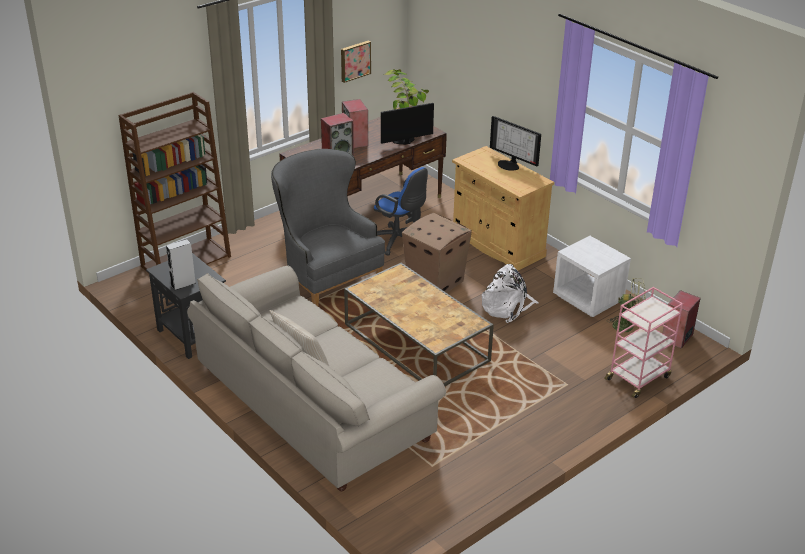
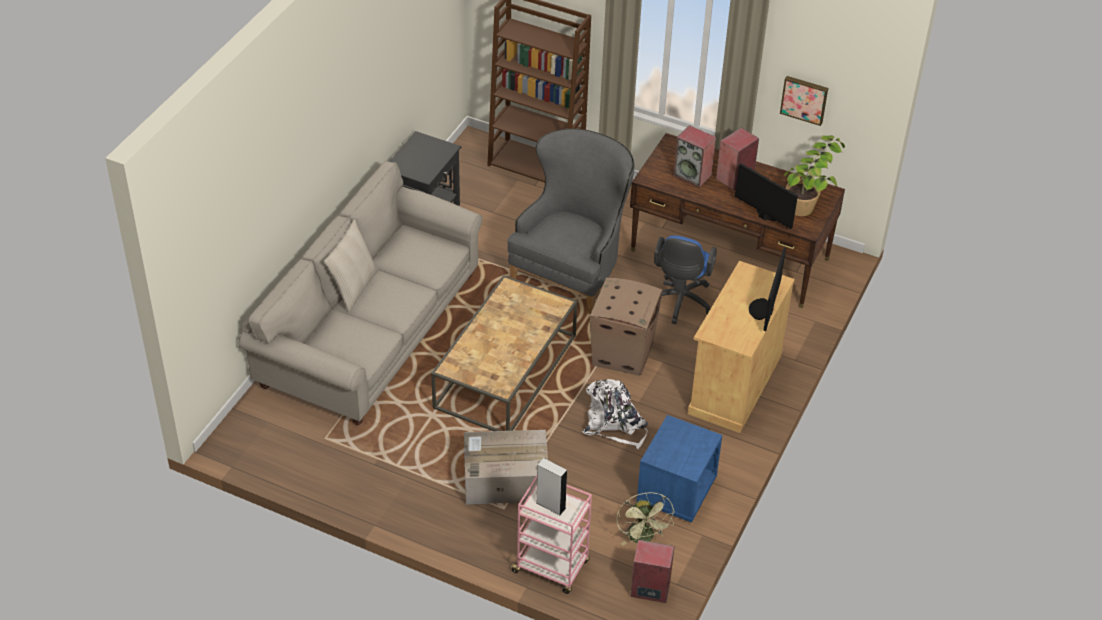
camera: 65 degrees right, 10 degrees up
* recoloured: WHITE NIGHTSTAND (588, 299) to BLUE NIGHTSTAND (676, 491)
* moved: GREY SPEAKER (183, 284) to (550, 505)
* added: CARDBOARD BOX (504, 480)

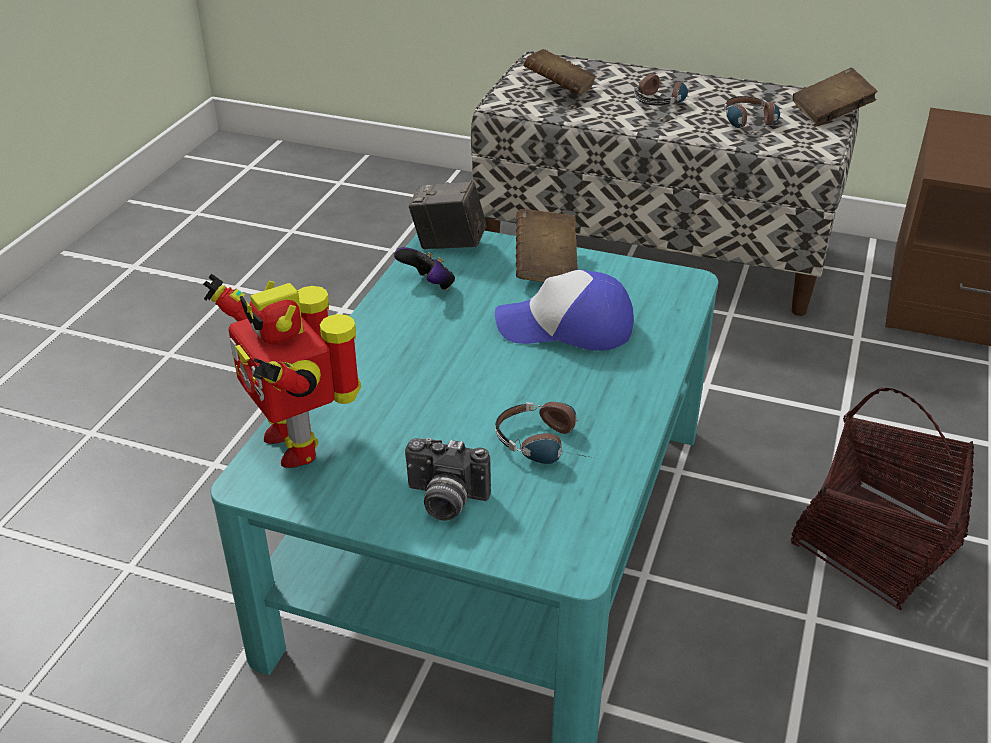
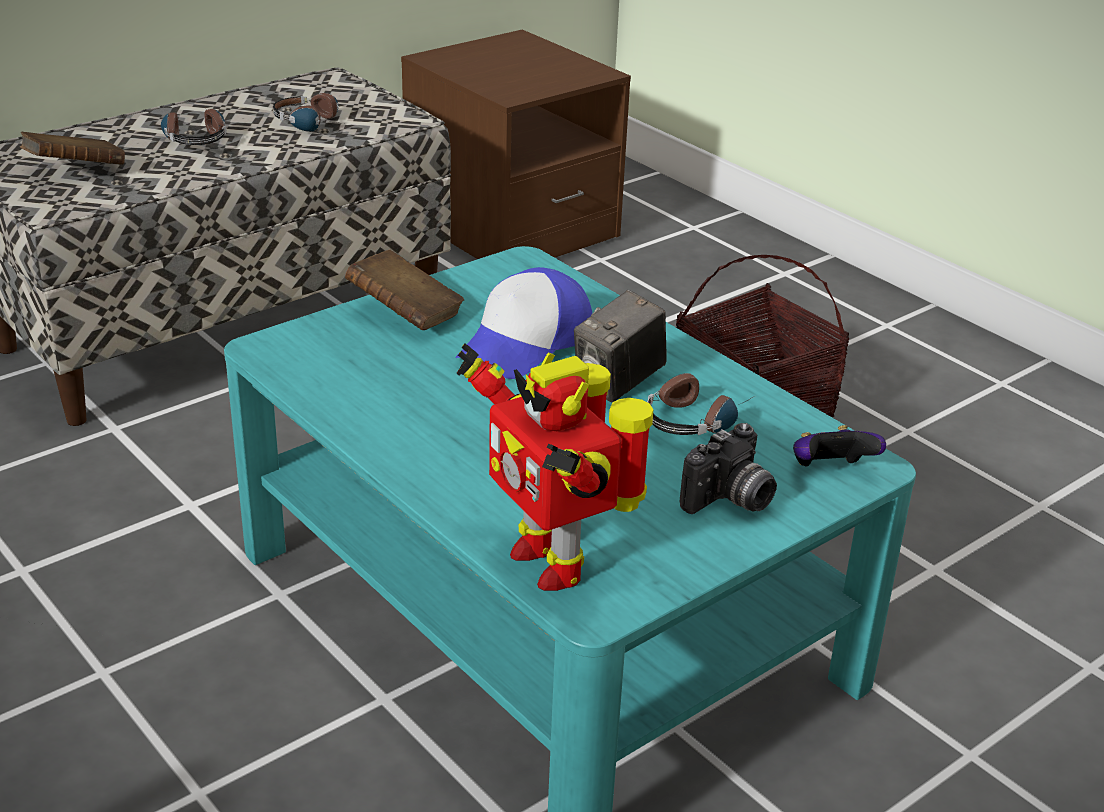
camera: 60 degrees left, 5 degrees down
* removed: BROWN BOOK (831, 114)
* moved: PHOTO CAMERA (449, 244) to (618, 384)
* moved: GAME CONTROLLER (428, 285) to (830, 471)
* turned: TOY ROBOT (296, 442) = (552, 560) 60 degrees clockwise

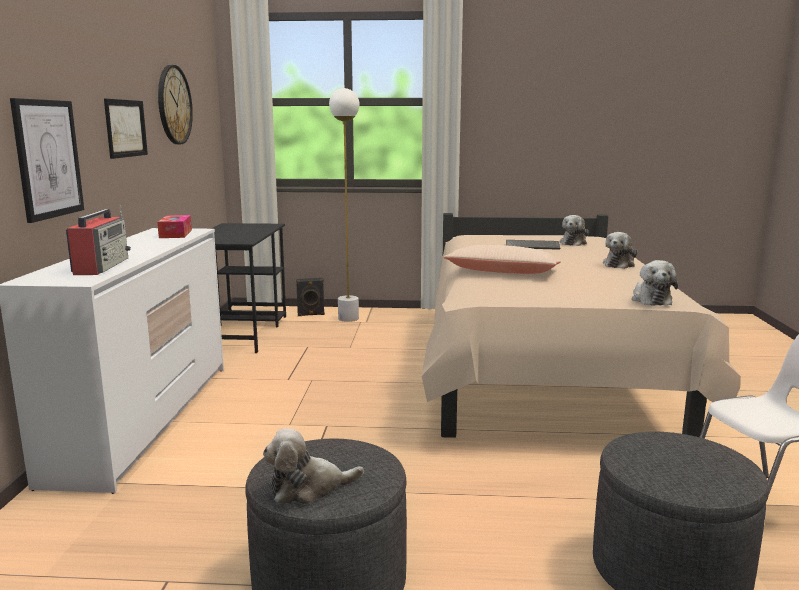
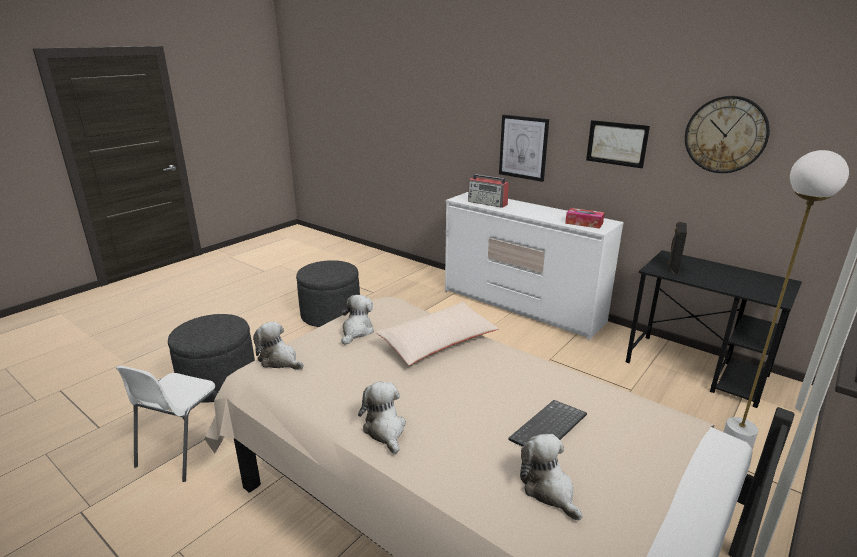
camera: 125 degrees right, 10 degrees up
* moved: BLACK SPEAKER (311, 315) to (672, 267)
* moved: PLUSH TOY (308, 488) to (356, 331)

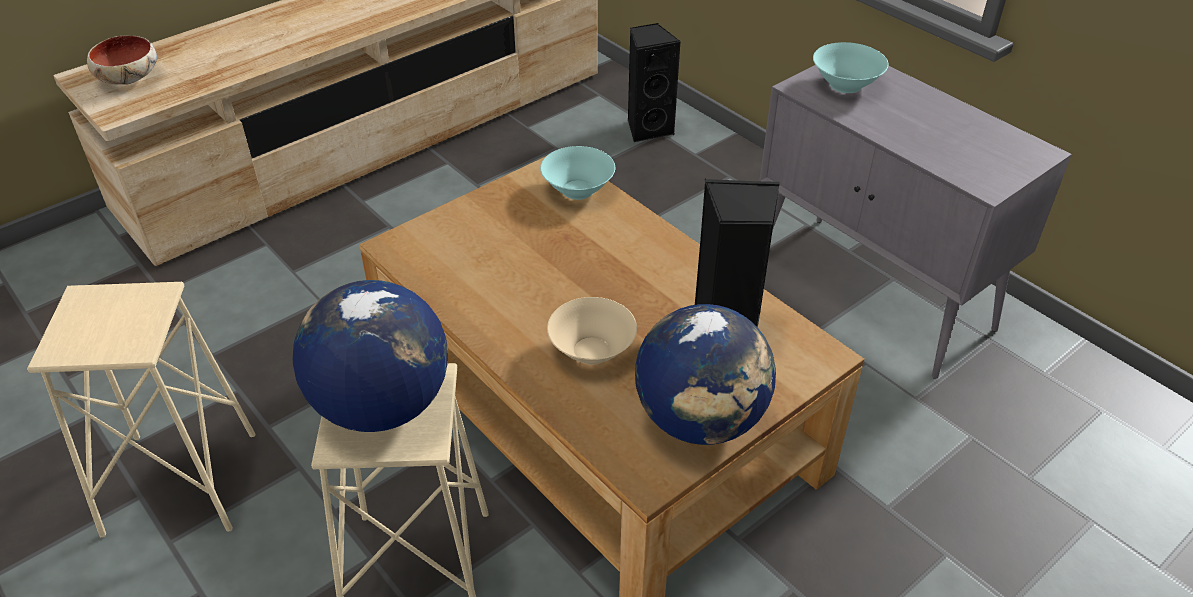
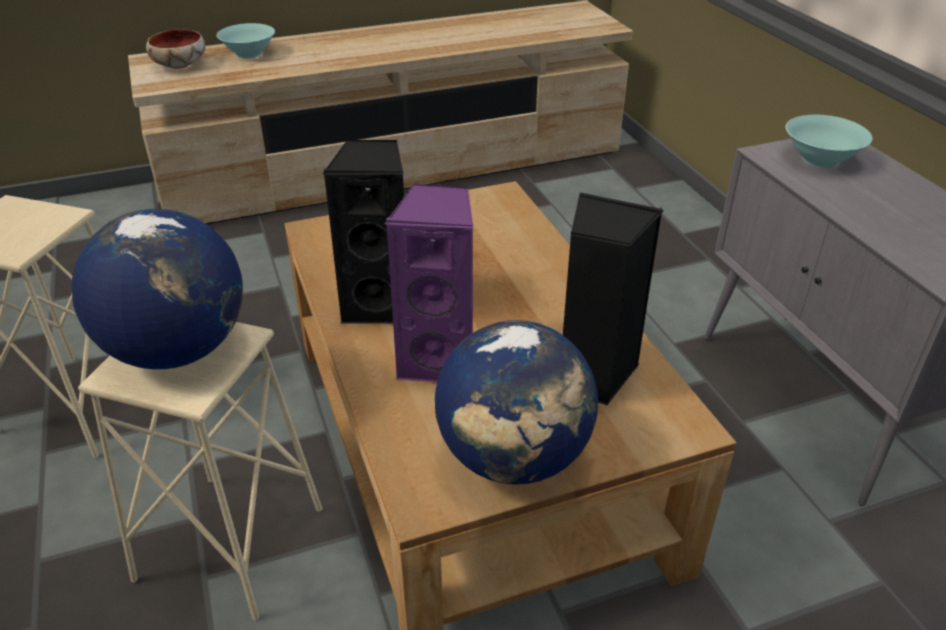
camera: 20 degrees right, 5 degrees down
* moved: BLACK SPEAKER (648, 128) to (380, 305)
* moved: TURQUOISE BOWL (577, 190) to (248, 54)
* replaced: BEIGE BOWL (592, 350) to PURPLE SPEAKER (440, 360)

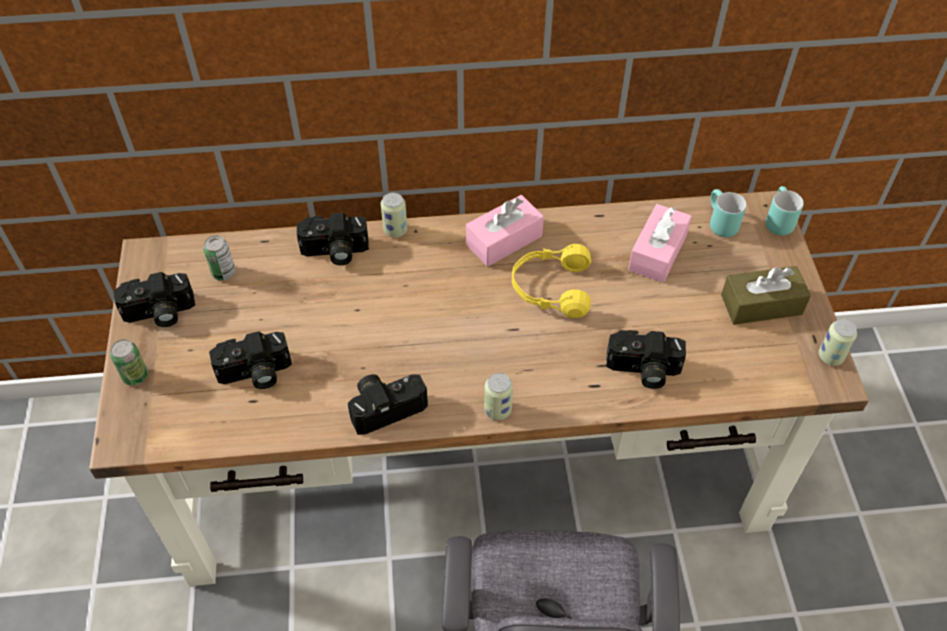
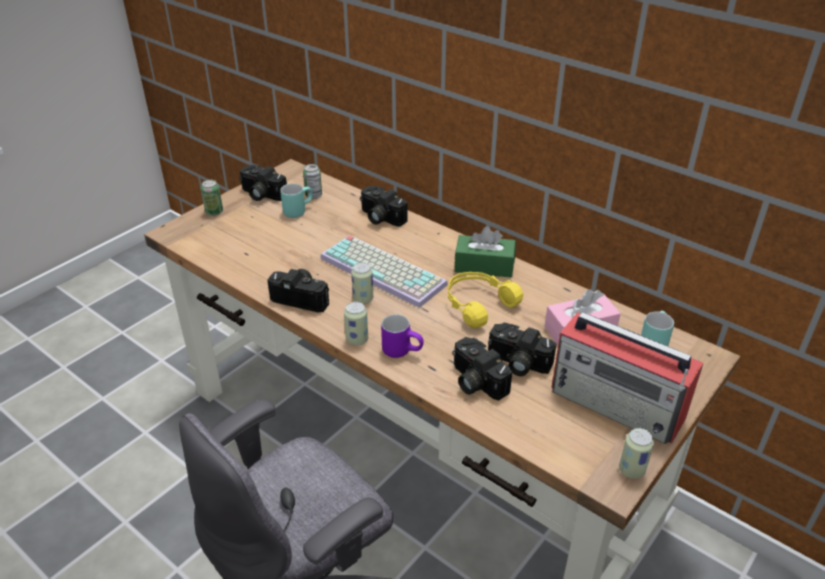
camera: 45 degrees right, 15 degrees down
* moved: TURQUOISE MUG (776, 221) to (297, 210)
* moved: CAN (395, 230) to (363, 299)
* recoloured: PINK TISSUE BOX (504, 240) to GREEN TISSUE BOX (484, 266)
* replaced: BROWN TISSUE BOX (761, 305) to RADIO (618, 405)
* moved: PHOTO CAMERA (255, 374) to (517, 363)
* added: KEYBOARD (385, 271)
* added: PURPLE MUG (403, 350)

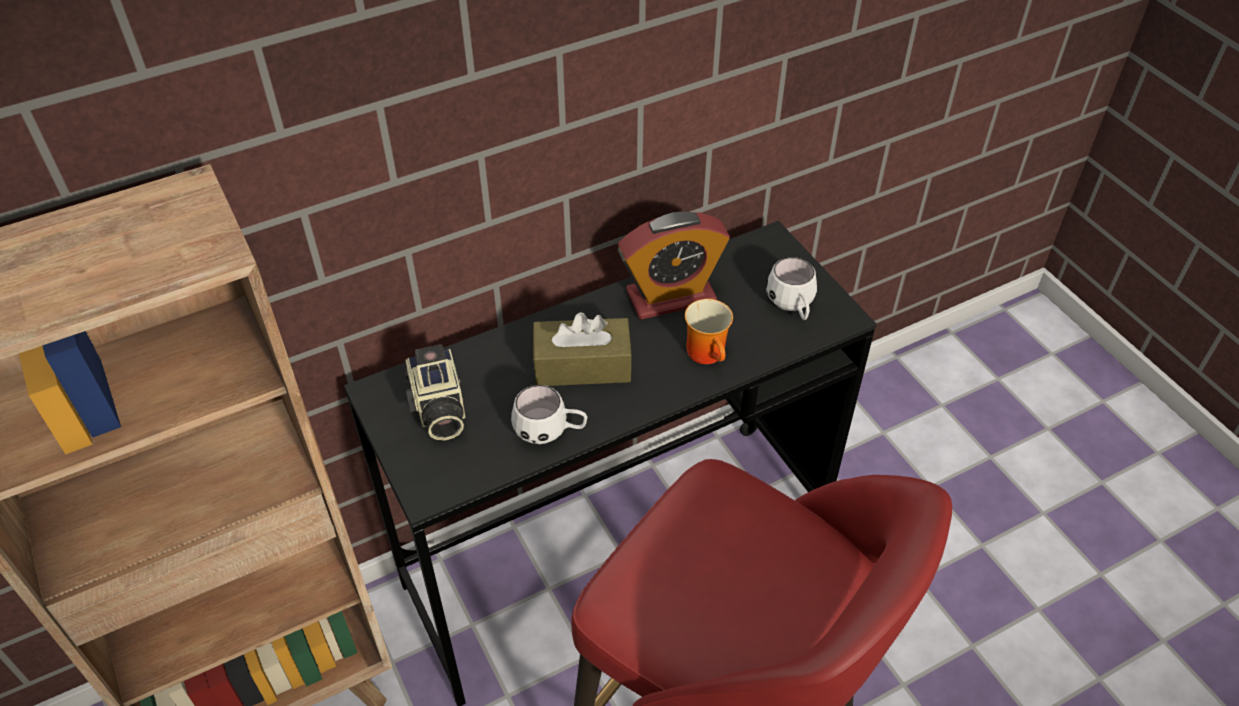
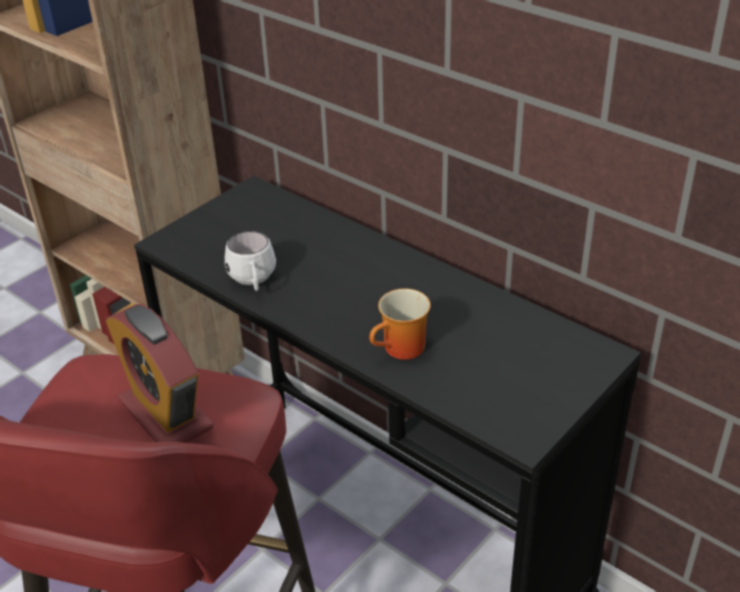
camera: 70 degrees right, 10 degrees down
* moved: ALARM CLOCK (671, 296) to (166, 415)
* removed: WHITE MUG (792, 307)
* removed: BROWN TISSUE BOX (582, 365)
* removed: PHOTO CAMERA (438, 410)

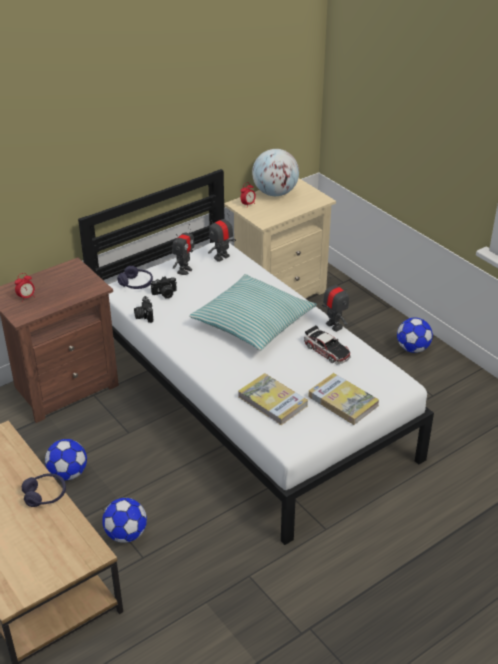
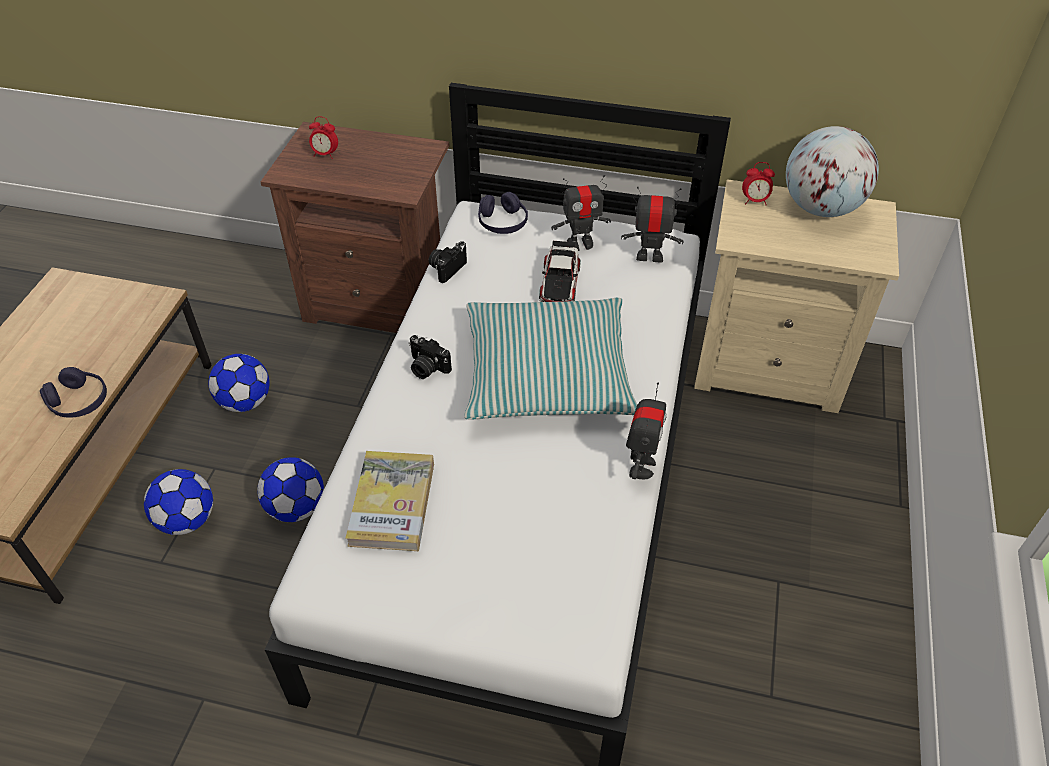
camera: 50 degrees right, 10 degrees up
* moved: PHOTO CAMERA (165, 294) to (426, 368)
* moved: FOOTBALL (412, 348) to (296, 508)
* moved: TOY CAR (327, 350) to (559, 282)
* removed: BOOK (343, 401)

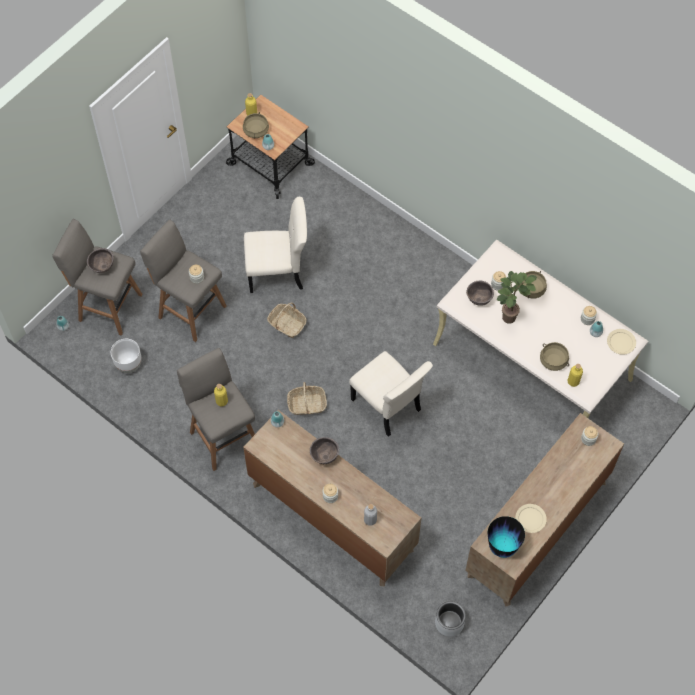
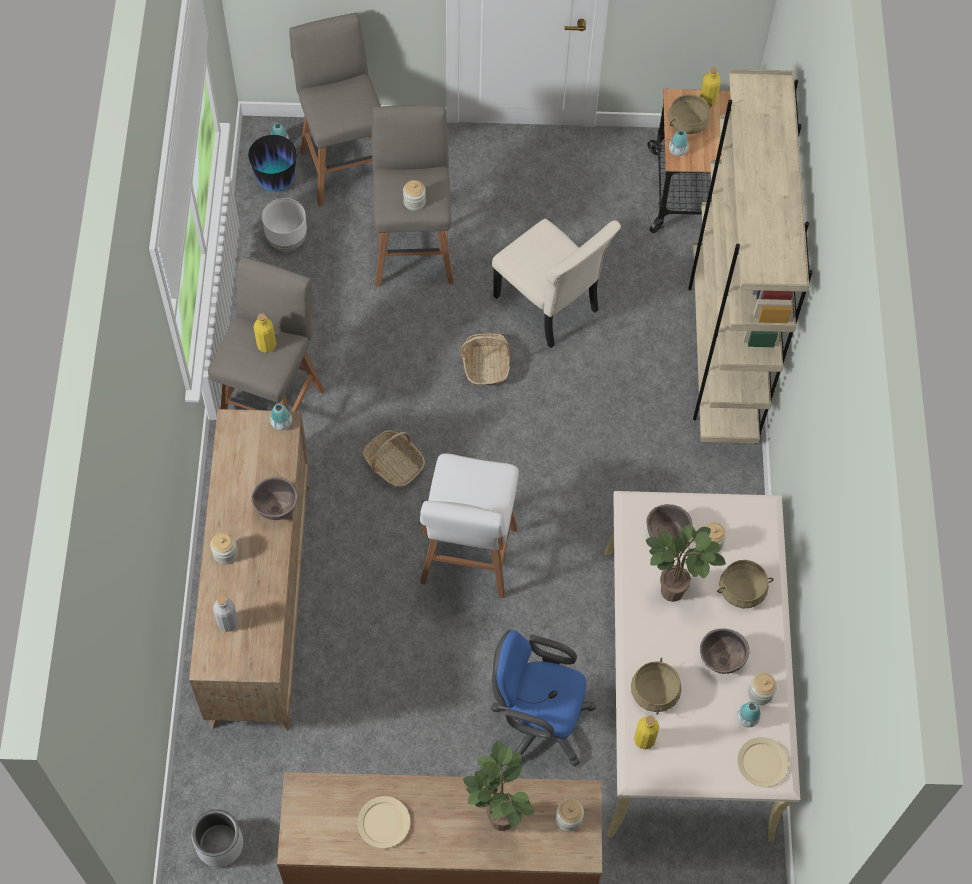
camera: 50 degrees right, 0 degrees up
* moved: BROWN BOWL (102, 267) to (721, 659)
* replaced: BEIGE CHAIR (387, 407) to WHITE STOOL (468, 559)
* moved: VASE (502, 547) to (276, 182)
* added: BEIGE BOOKCASE (722, 354)
* added: BLUE OFFICE CHAIR (537, 721)
* added: POTTED PLANT (497, 816)

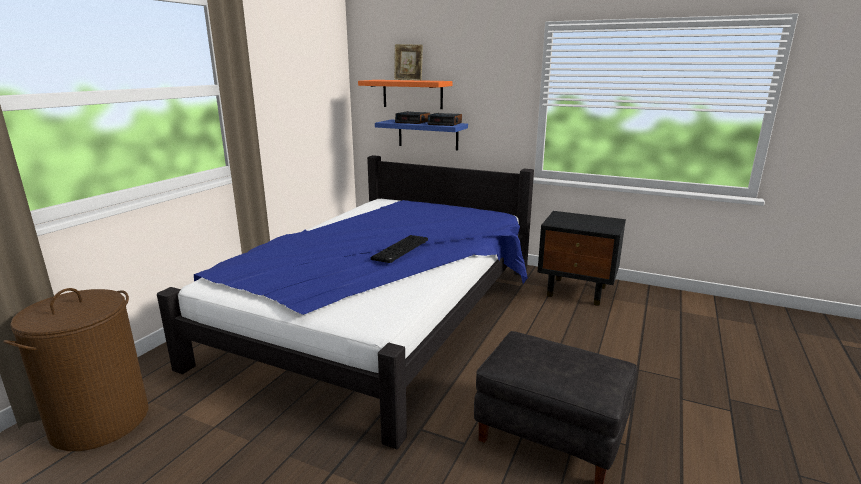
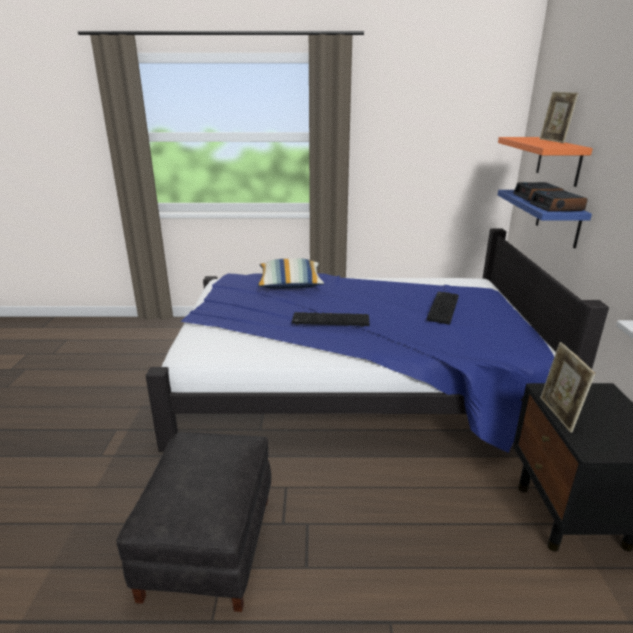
camera: 65 degrees right, 5 degrees up
* removed: BROWN LAUNDRY BASKET (100, 421)
* added: PILLOW (290, 284)
* added: KEYBOARD (442, 308)
* added: PICTURE FRAME (558, 415)

